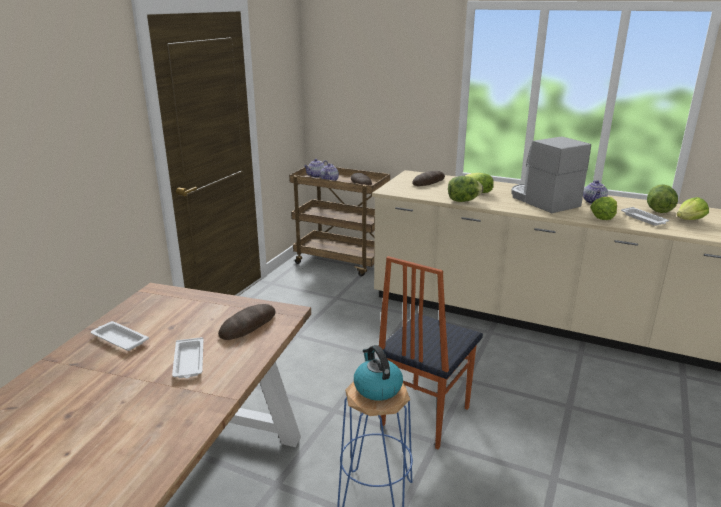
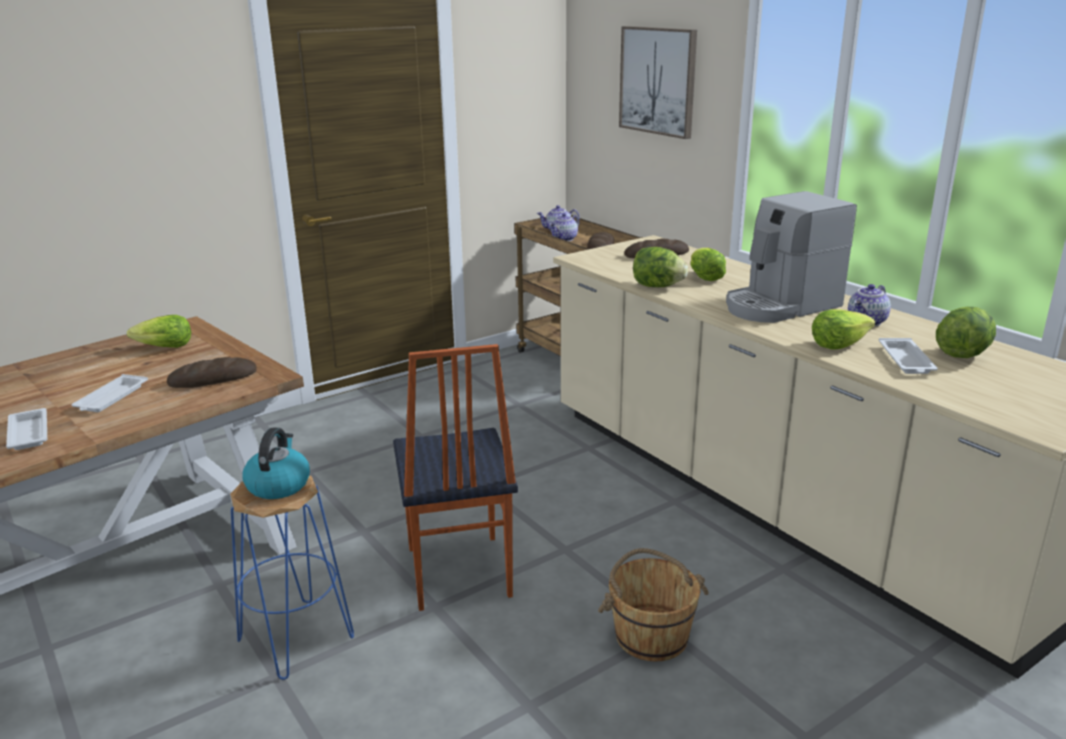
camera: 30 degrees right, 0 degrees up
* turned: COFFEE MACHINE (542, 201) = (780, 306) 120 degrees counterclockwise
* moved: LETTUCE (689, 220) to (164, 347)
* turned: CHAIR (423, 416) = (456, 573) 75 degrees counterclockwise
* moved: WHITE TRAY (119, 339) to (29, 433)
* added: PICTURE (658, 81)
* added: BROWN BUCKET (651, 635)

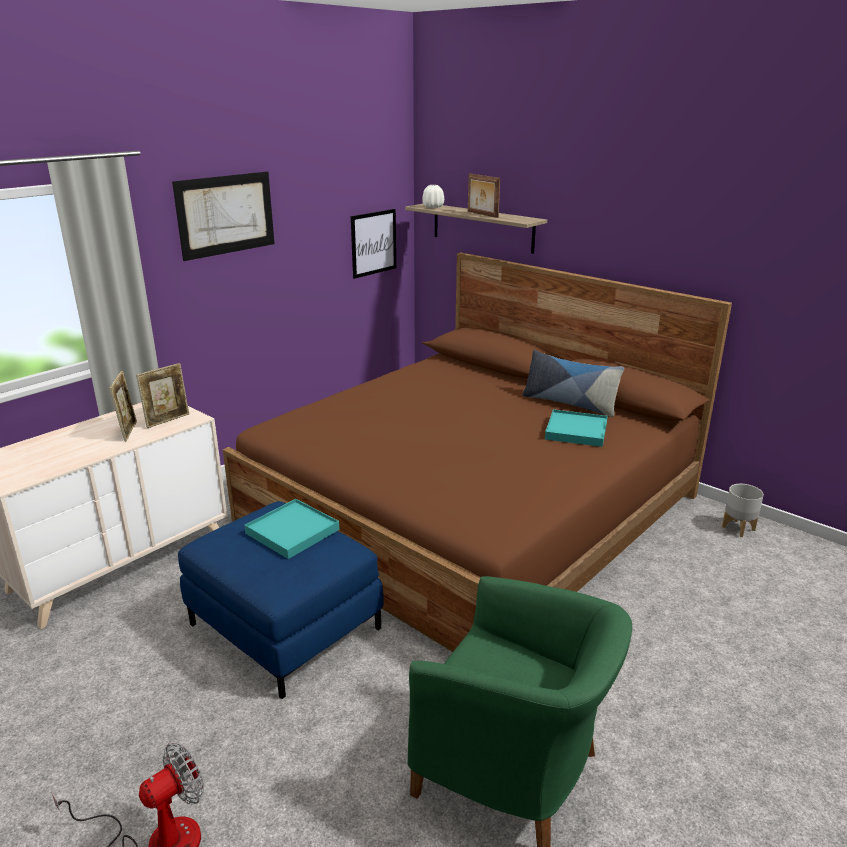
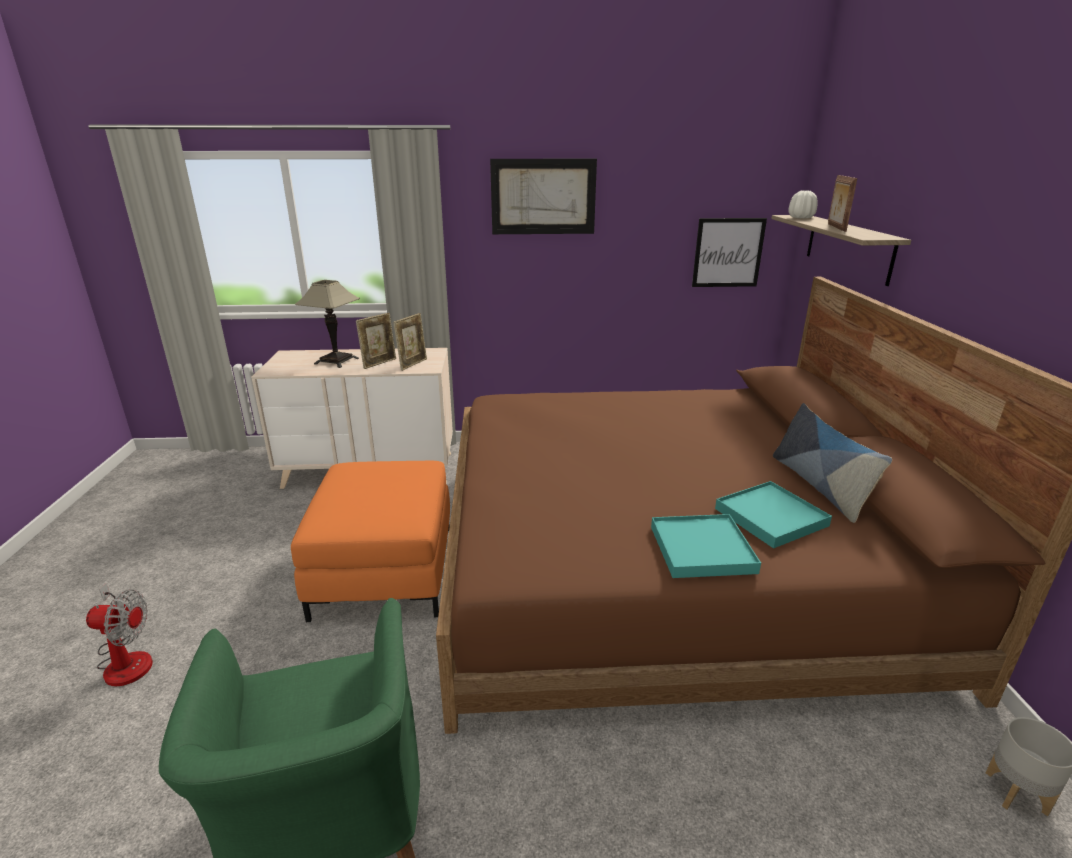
camera: 45 degrees right, 0 degrees up
* turned: PICTURE FRAME (167, 420) = (413, 364) 60 degrees counterclockwise
* moved: TURQUOISE TRAY (292, 531) to (702, 549)
* recoloured: BLUE OTTOMAN (285, 626) to ORANGE OTTOMAN (385, 570)
* added: TABLE LAMP (336, 361)

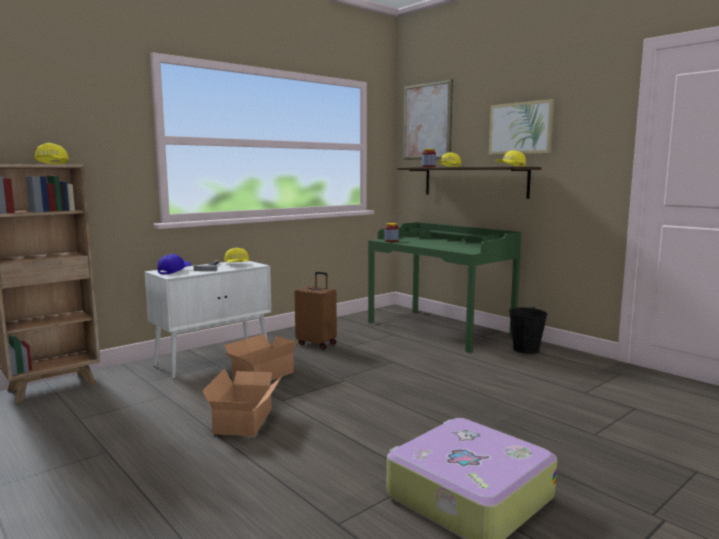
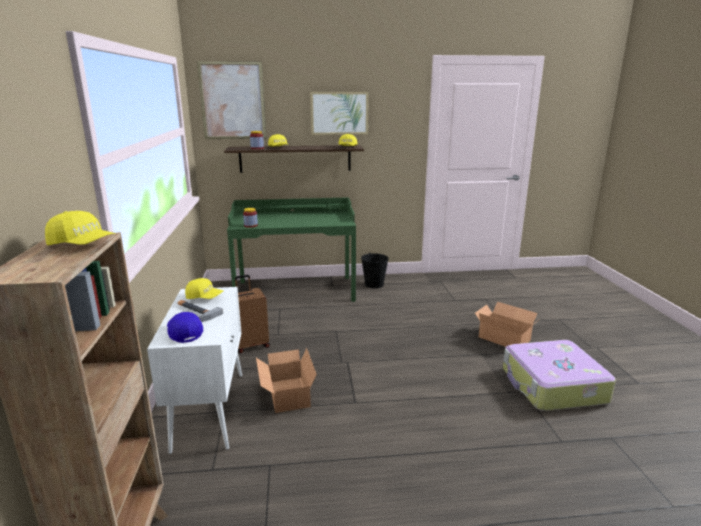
camera: 55 degrees left, 10 degrees up
* moved: CARDBOARD BOX (246, 420) to (504, 337)

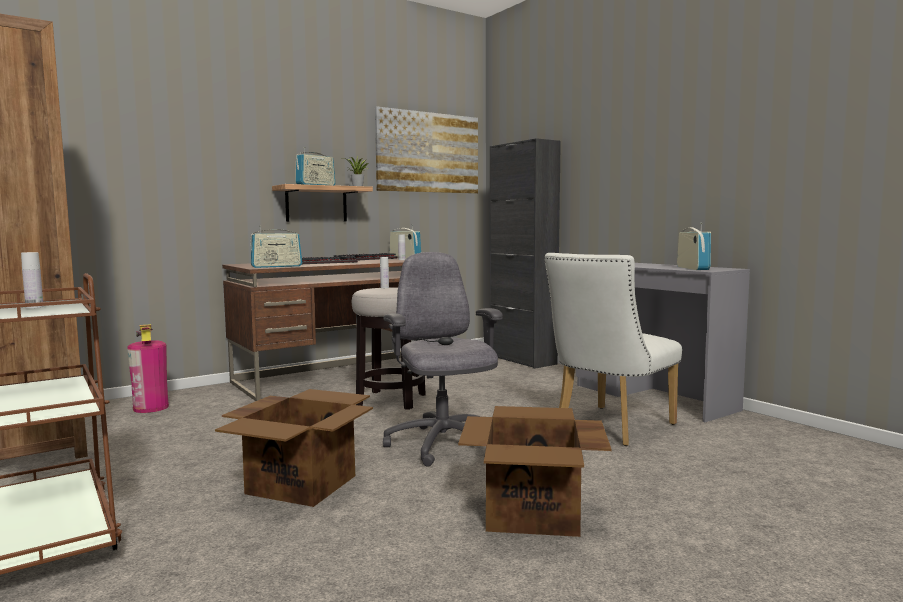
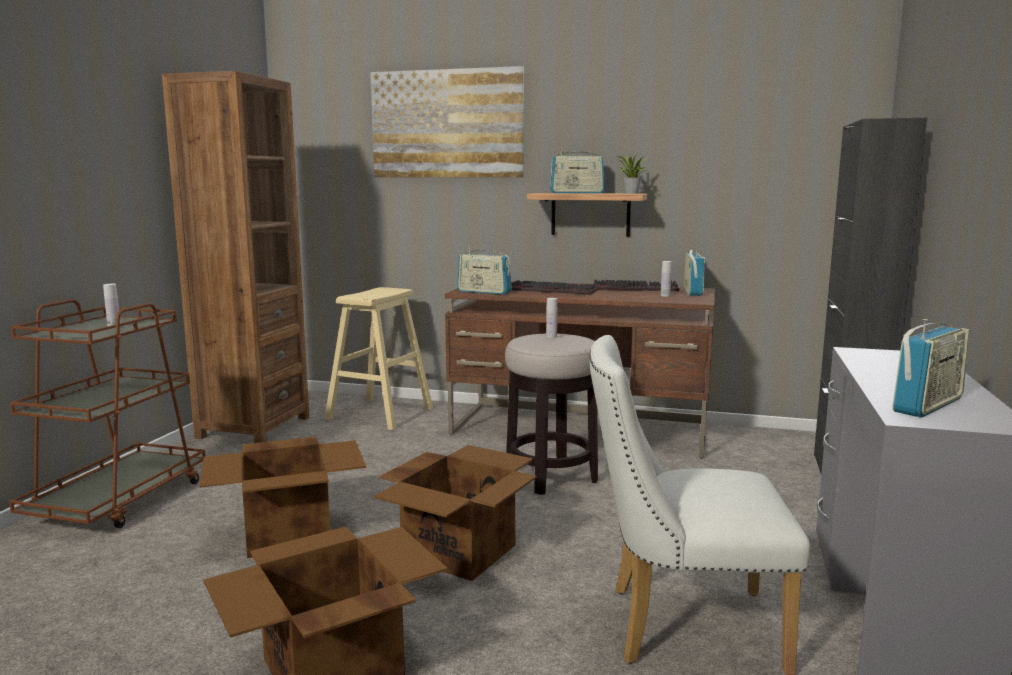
camera: 50 degrees right, 5 degrees up
* moved: PICTURE (428, 152) to (447, 124)
* replaced: GREY OFFICE CHAIR (442, 445) to CARDBOARD BOX (460, 551)
* replaced: FIRE EXTINGUISHER (151, 408) to BEIGE STOOL (379, 414)

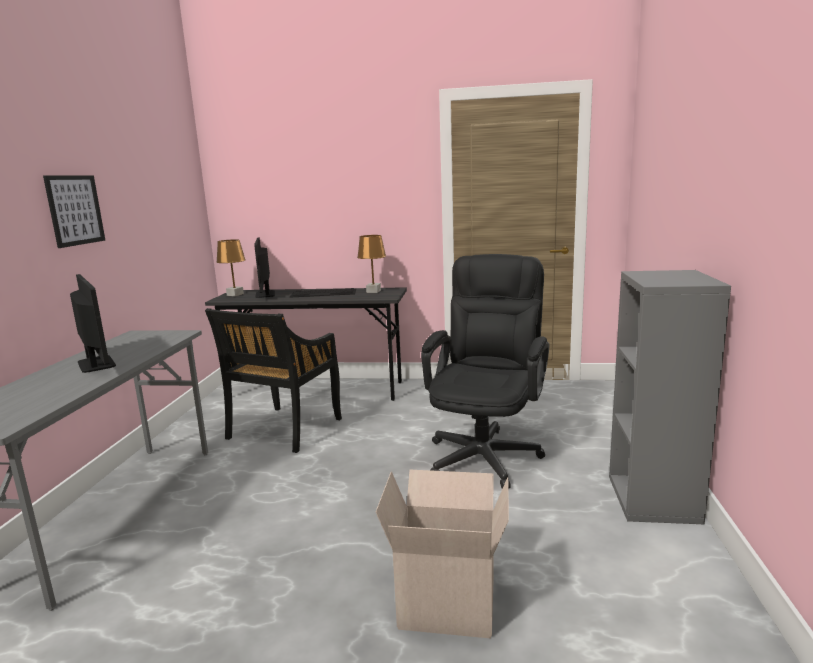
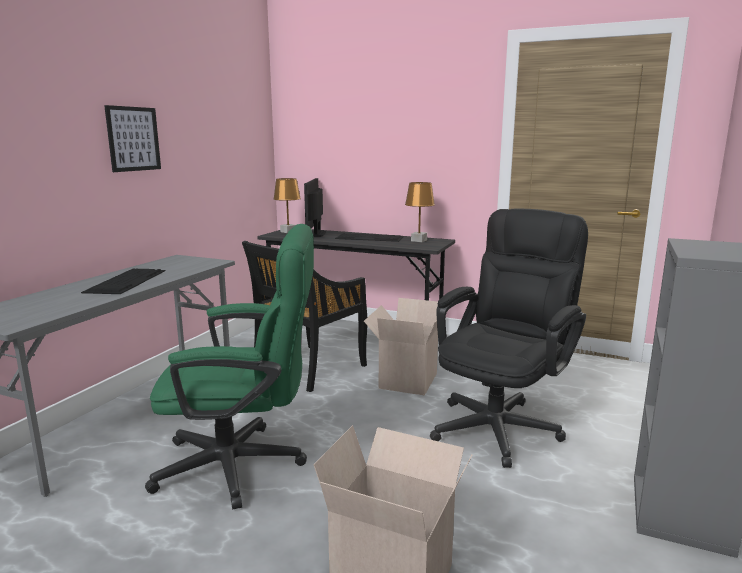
camera: 15 degrees right, 0 degrees up
* replaced: MONITOR (96, 364) to KEYBOARD (126, 281)
* added: GREEN OFFICE CHAIR (244, 465)
* added: CARDBOARD BOX (406, 380)

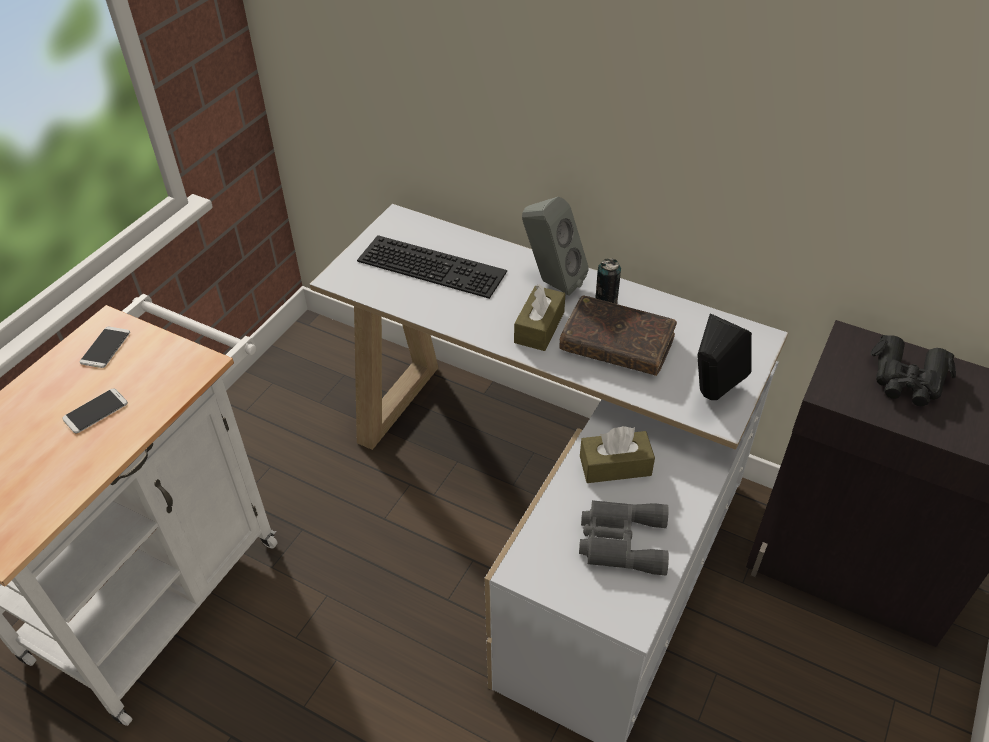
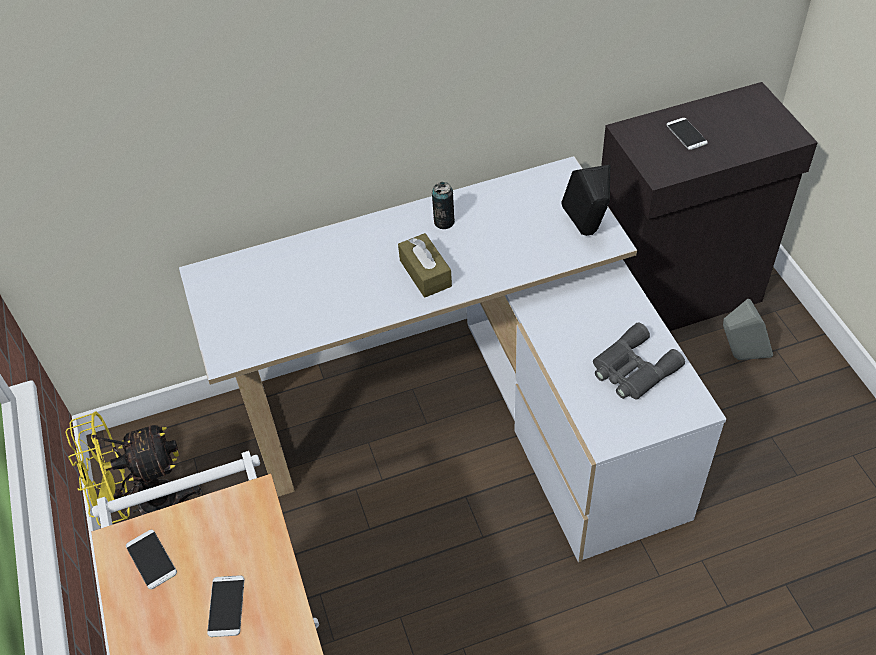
camera: 45 degrees left, 5 degrees up
* moved: GREY SPEAKER (551, 282) to (739, 357)
* removed: KEYBOARD (434, 265)
* removed: BROWN BOOK (617, 345)
* replaced: BLACK BINOCULARS (907, 380) to PHONE (686, 134)
* removed: BROWN TISSUE BOX (615, 466)
* added: YELLOW FAN (147, 507)

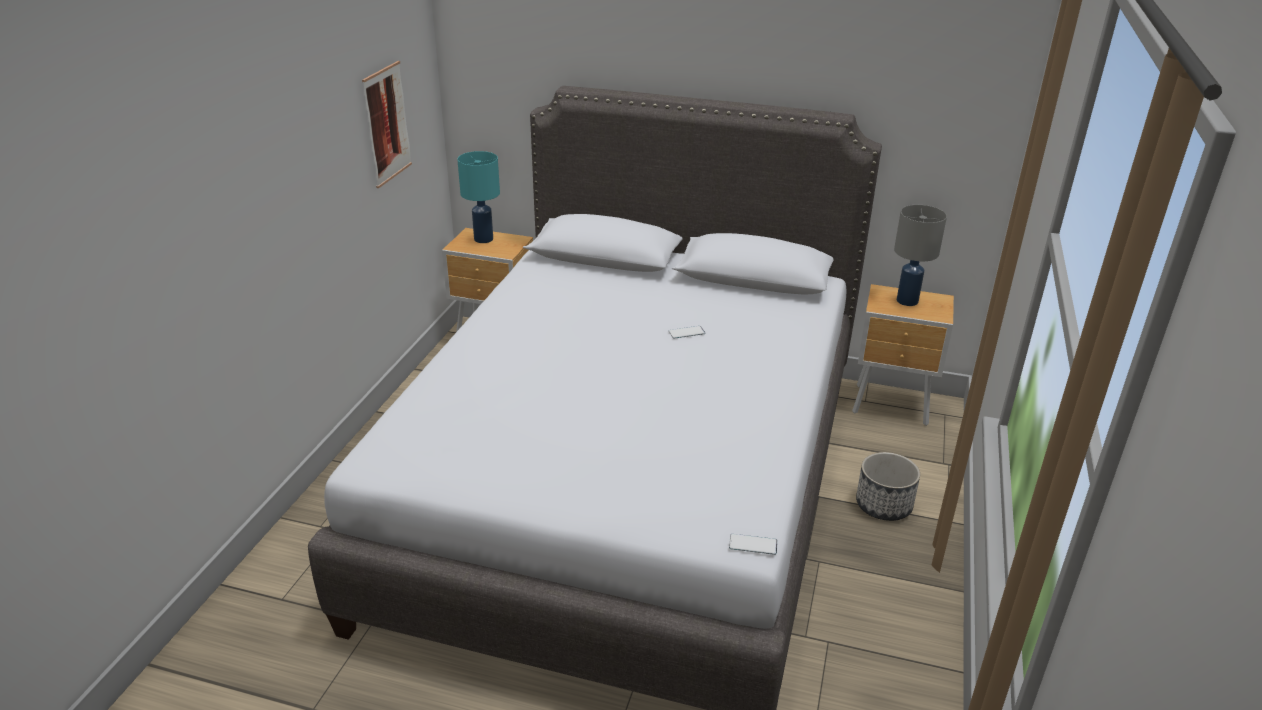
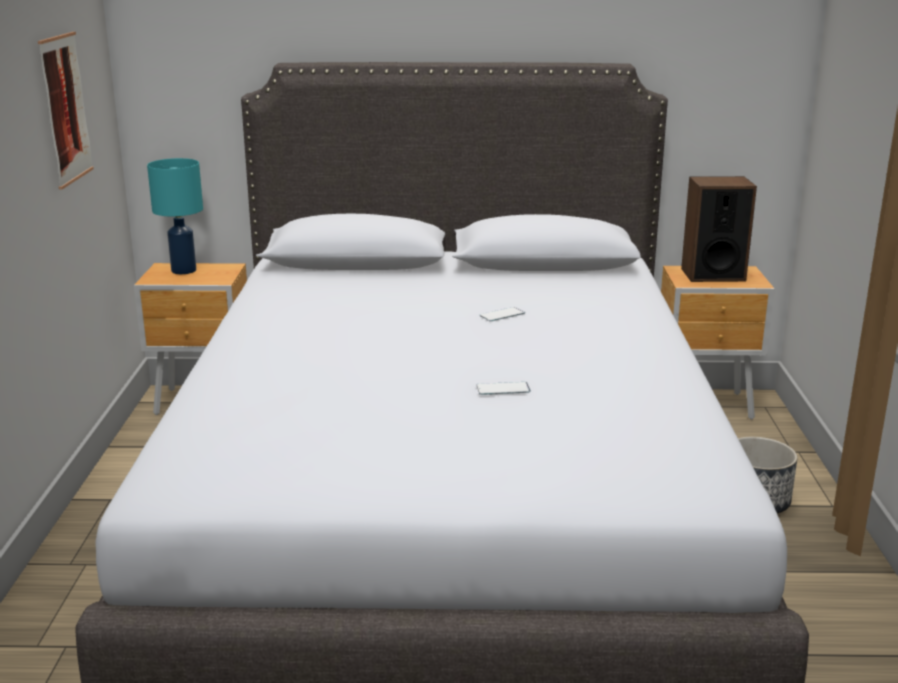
camera: 15 degrees left, 10 degrees down
* replaced: GREY TABLE LAMP (907, 301) to SPEAKER (712, 274)
* moved: PHONE (753, 544) to (503, 389)

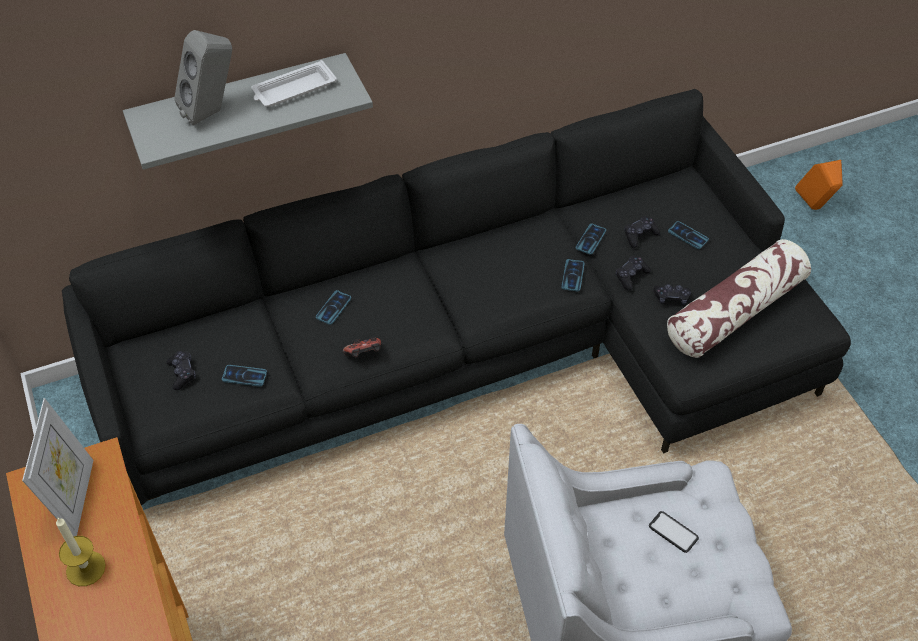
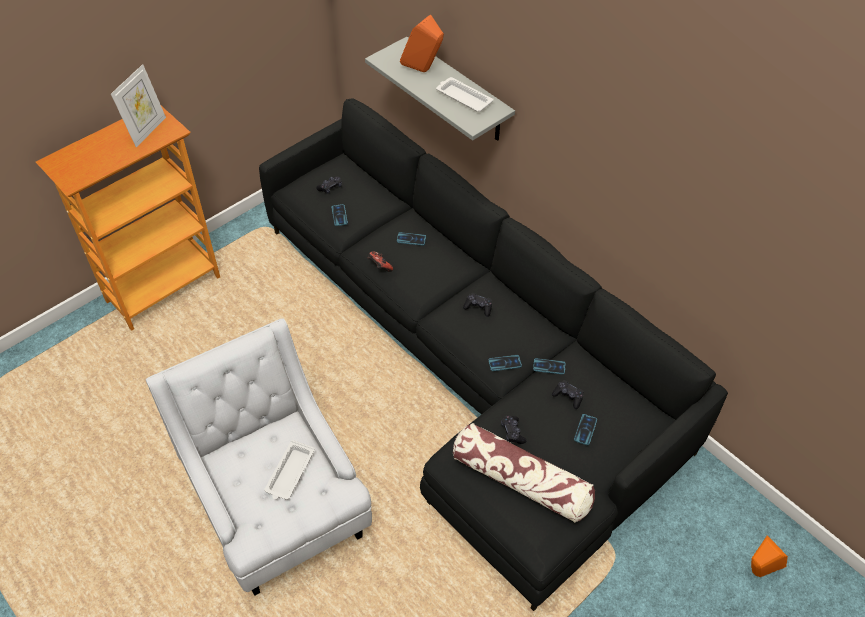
camera: 70 degrees right, 0 degrees up
* recoloured: GREY SPEAKER (212, 112) to ORANGE SPEAKER (423, 71)
* moved: BLACK GAME CONTROLLER (631, 276) to (478, 307)
* turned: PICTURE FRAME (75, 499) = (147, 130) 45 degrees counterclockwise
* replaced: PHONE (673, 532) to WHITE TRAY (289, 473)
* removed: CANDLE (85, 568)

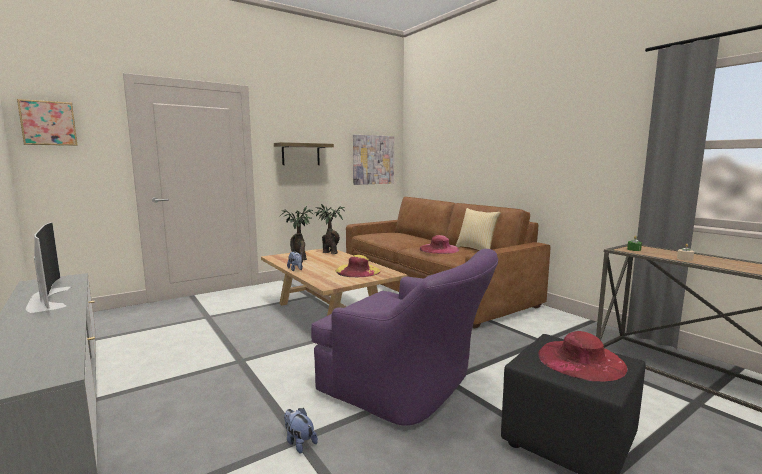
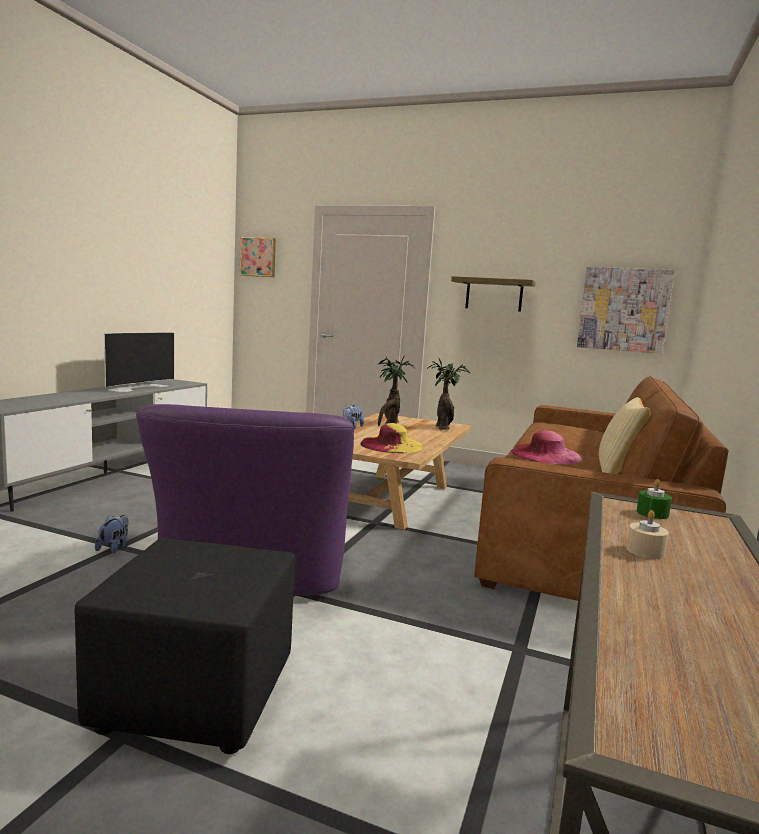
camera: 55 degrees right, 0 degrees up
* removed: RED HAT (581, 360)

